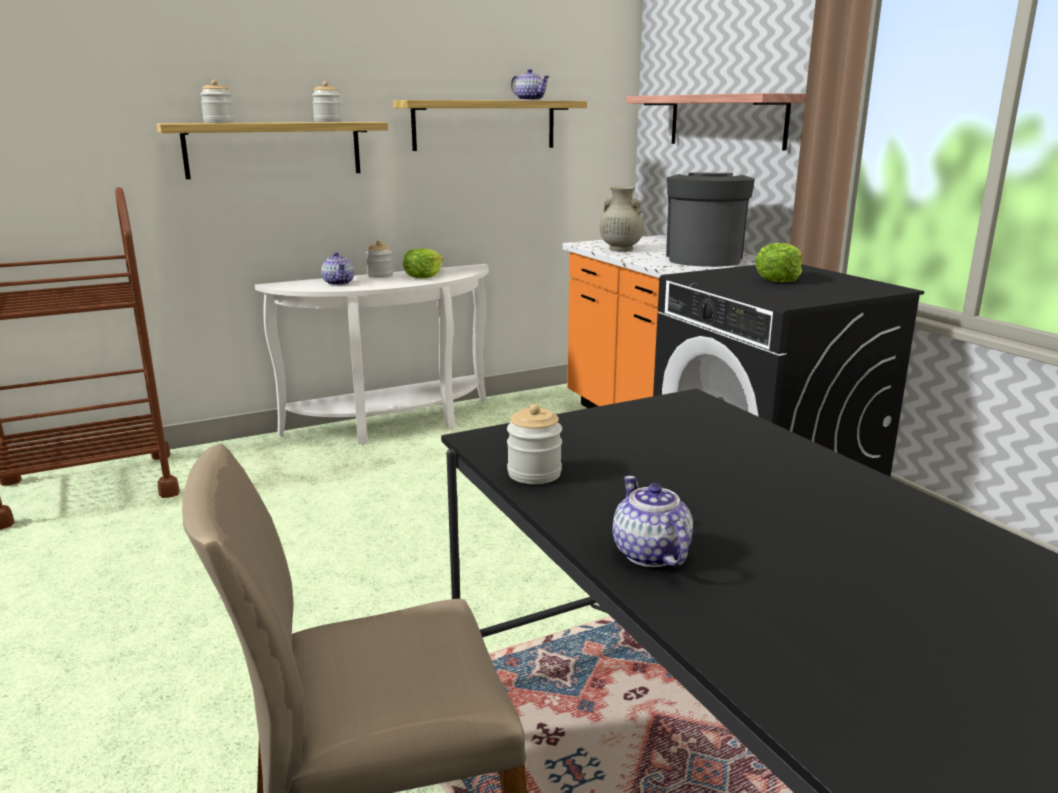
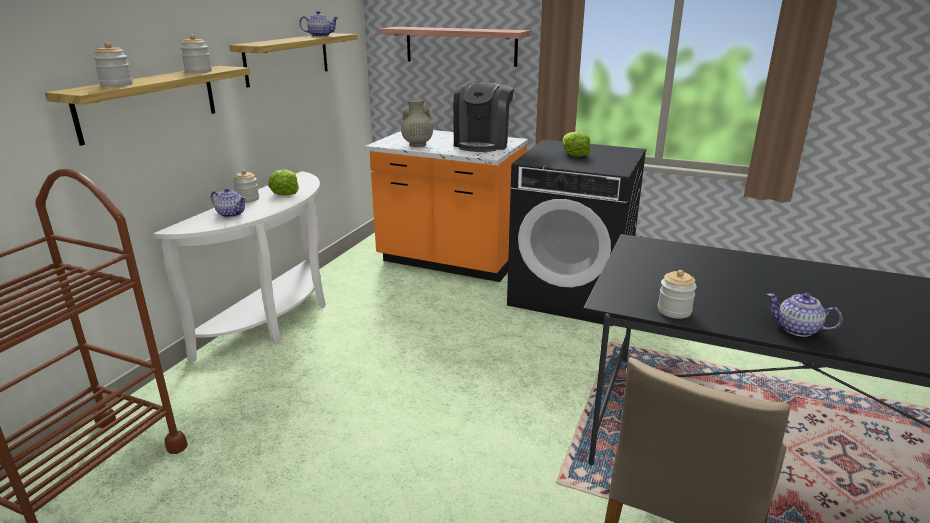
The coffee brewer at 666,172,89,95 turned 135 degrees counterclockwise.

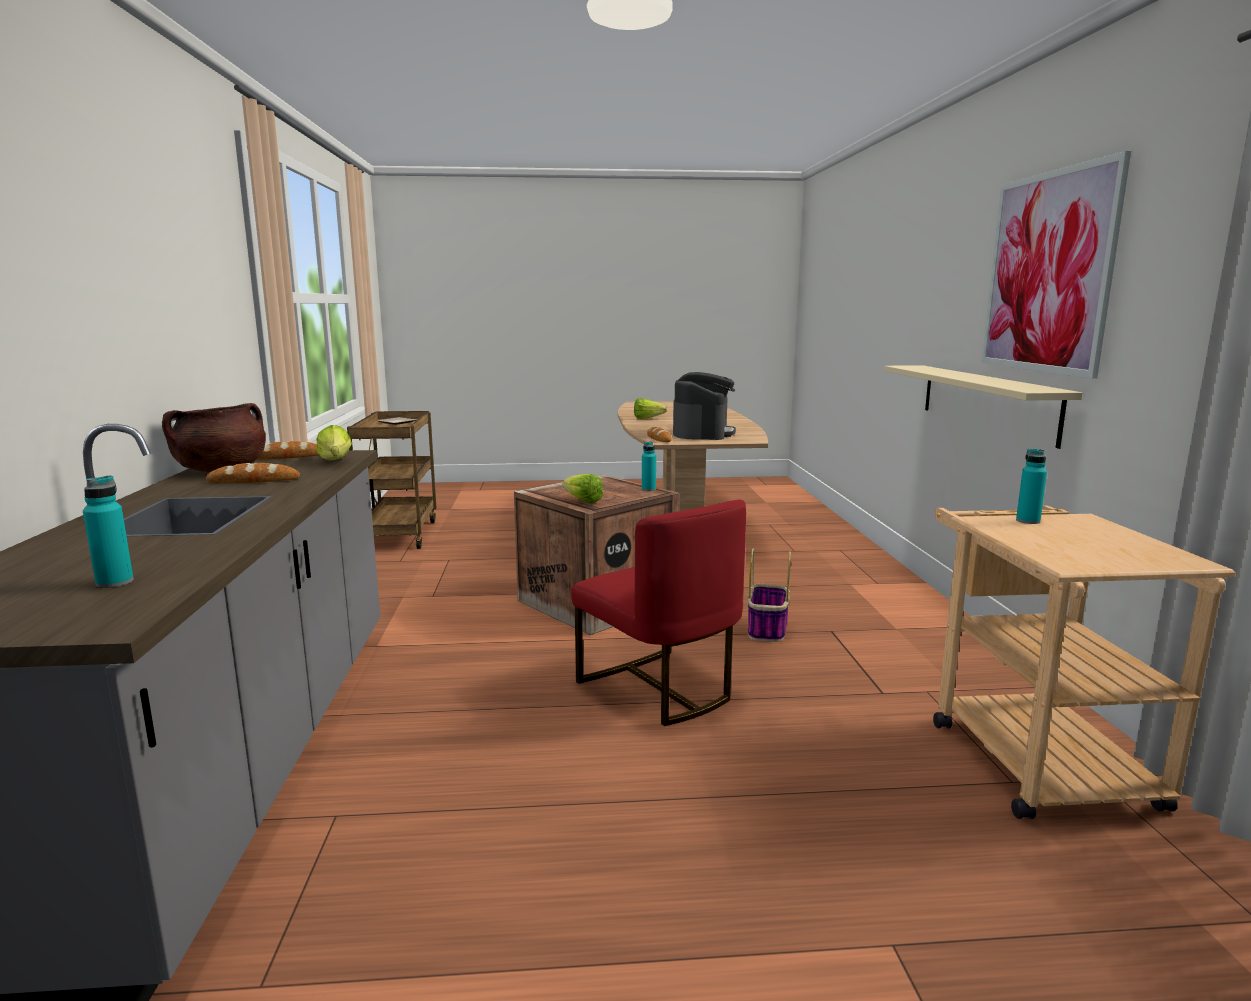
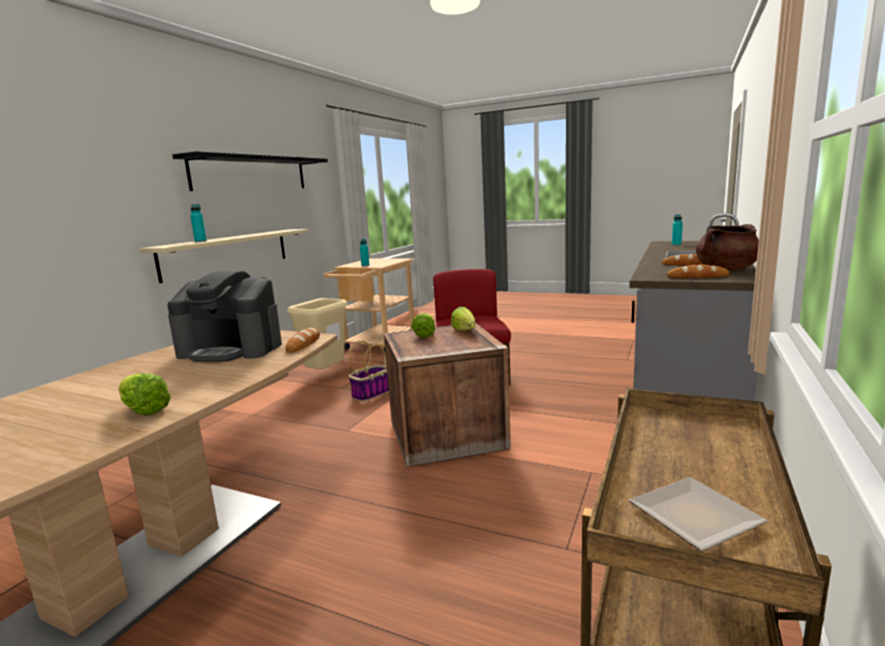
The wall art at 981,151,150,228 was replaced by the shelf in black-coloured at 172,151,156,40.
The coffee brewer at 673,372,63,68 turned 120 degrees counterclockwise.
The head of lettuce moved from 316,425,36,36 to 412,313,23,25.
The drink bottle in turquoise-coloured moved from 642,441,14,50 to 190,204,17,38.
The waste bin in beige-coloured at 287,298,60,71 appeared.

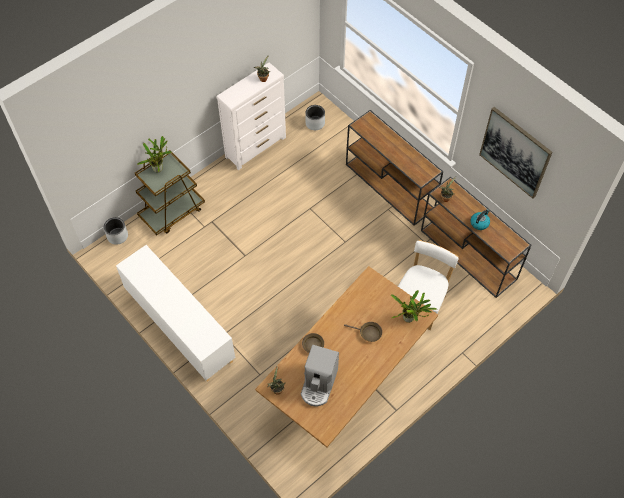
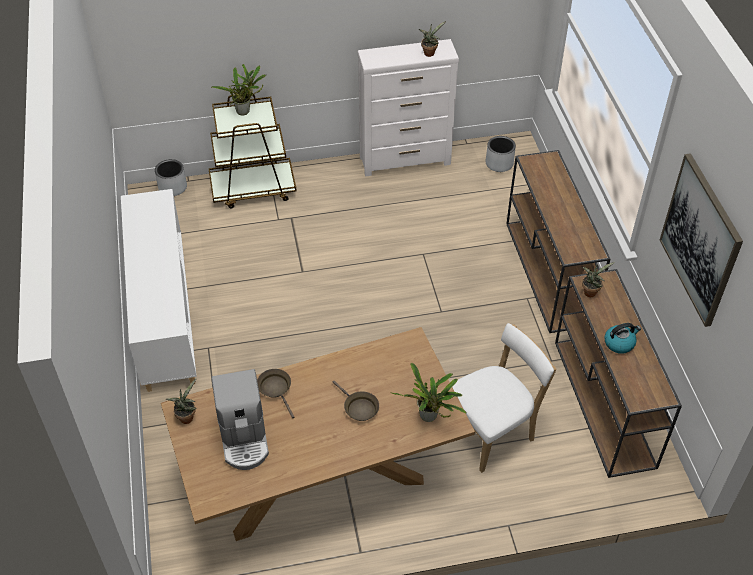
The coffee brewer at 301,345,38,61 turned 60 degrees counterclockwise.

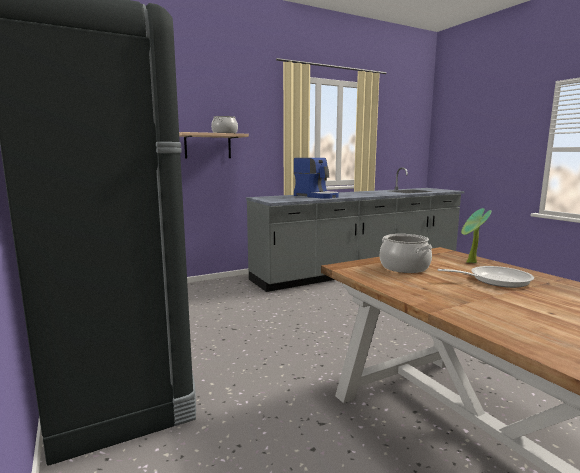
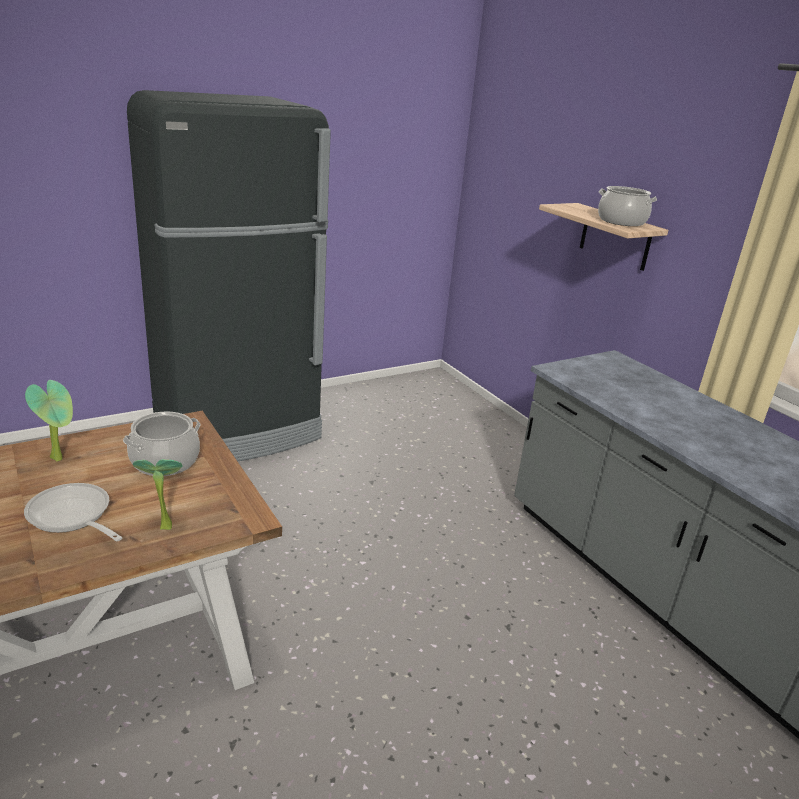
The coffee brewer at 294,158,45,41 disappeared.
The pan at 437,266,97,22 turned 135 degrees clockwise.
The houseplant at 25,380,48,82 appeared.

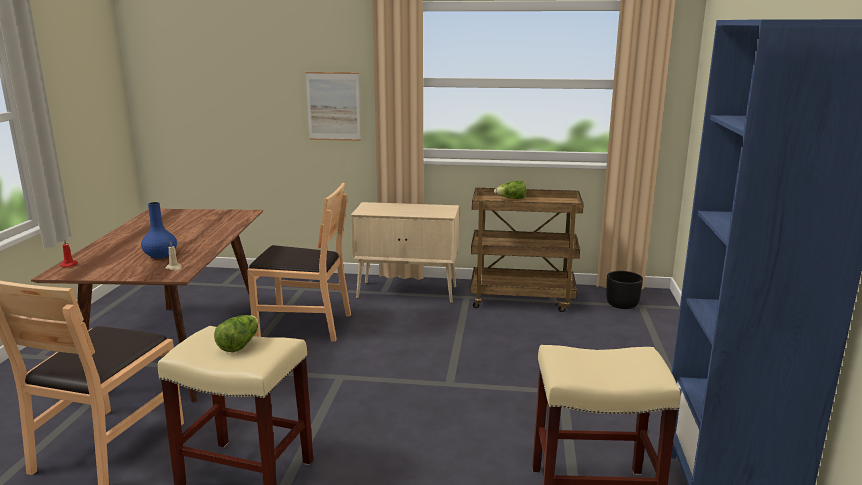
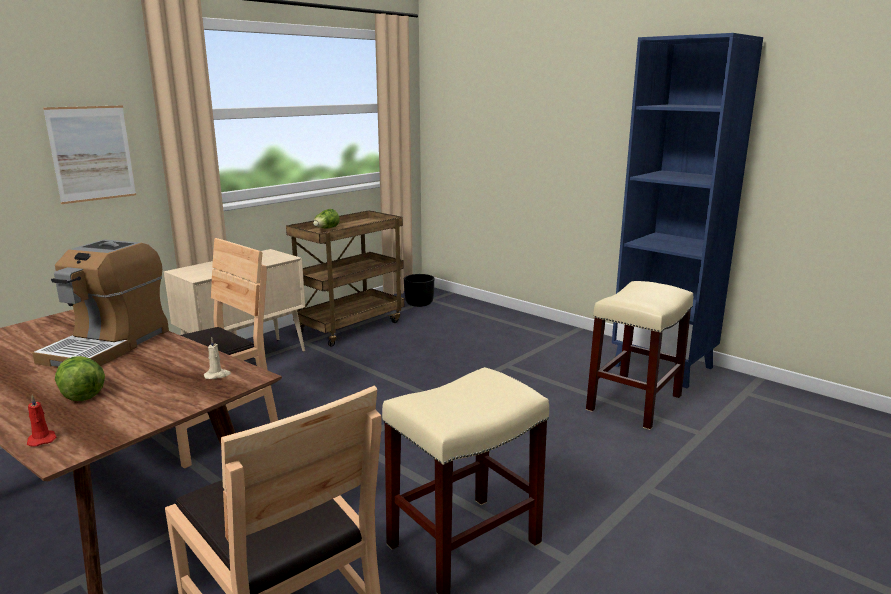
The vase in blue-coloured at 141,202,36,57 disappeared.
The head of lettuce moved from 214,315,44,37 to 55,356,50,45.
The coffee brewer at 32,239,137,128 appeared.

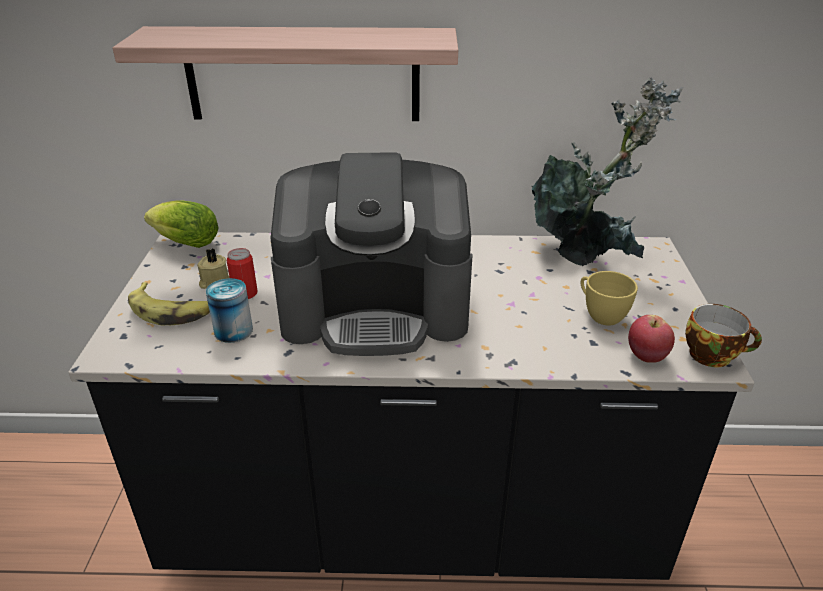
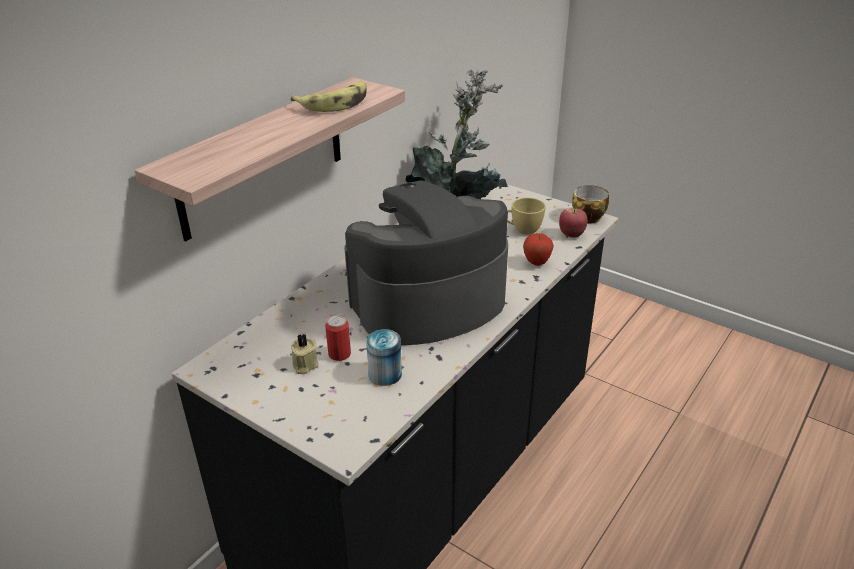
The coffee brewer at 271,152,202,204 turned 150 degrees counterclockwise.
The head of lettuce at 144,200,74,48 disappeared.
The banana fruit moved from 128,282,82,44 to 291,82,76,30.
The apple at 523,233,31,33 appeared.

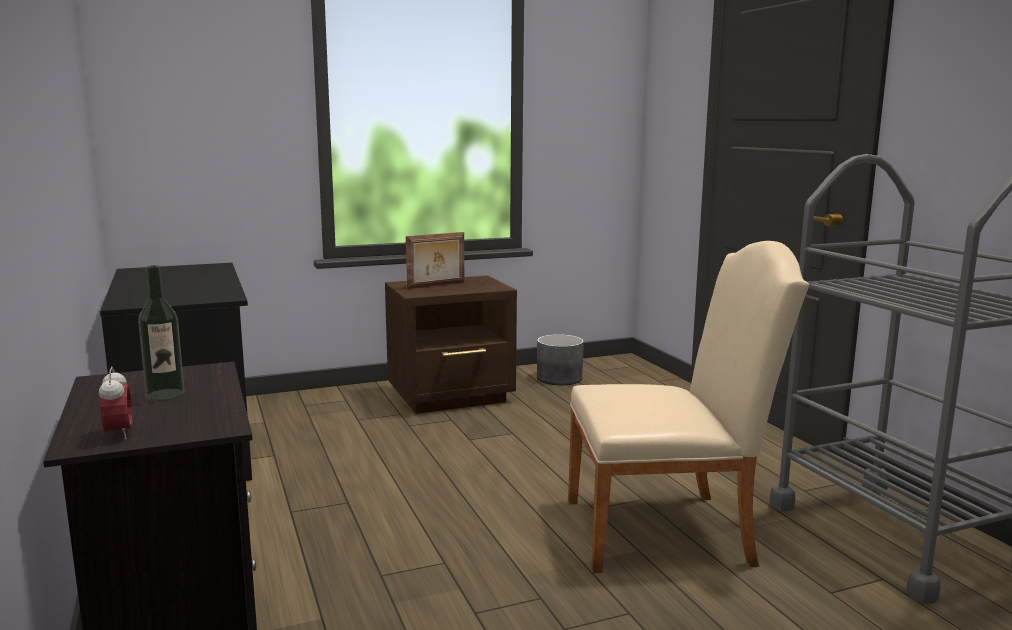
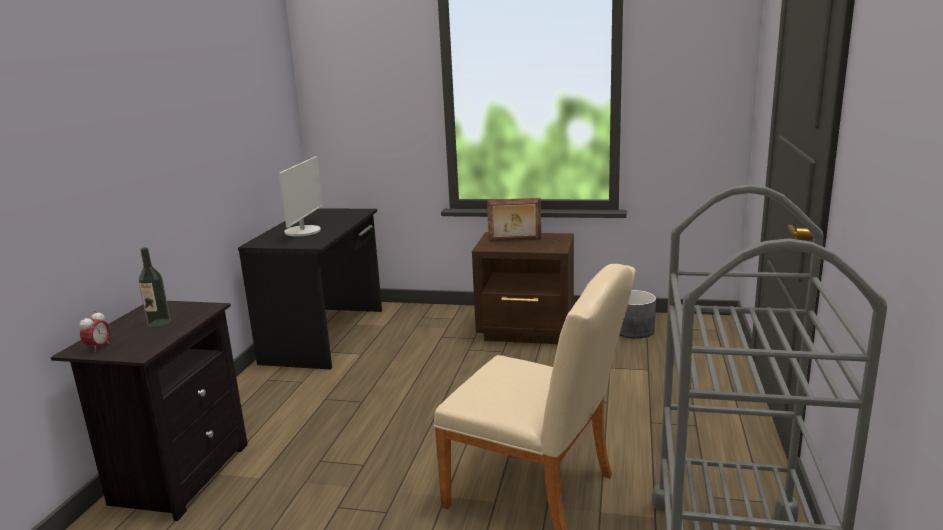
The computer display at 279,156,44,80 appeared.

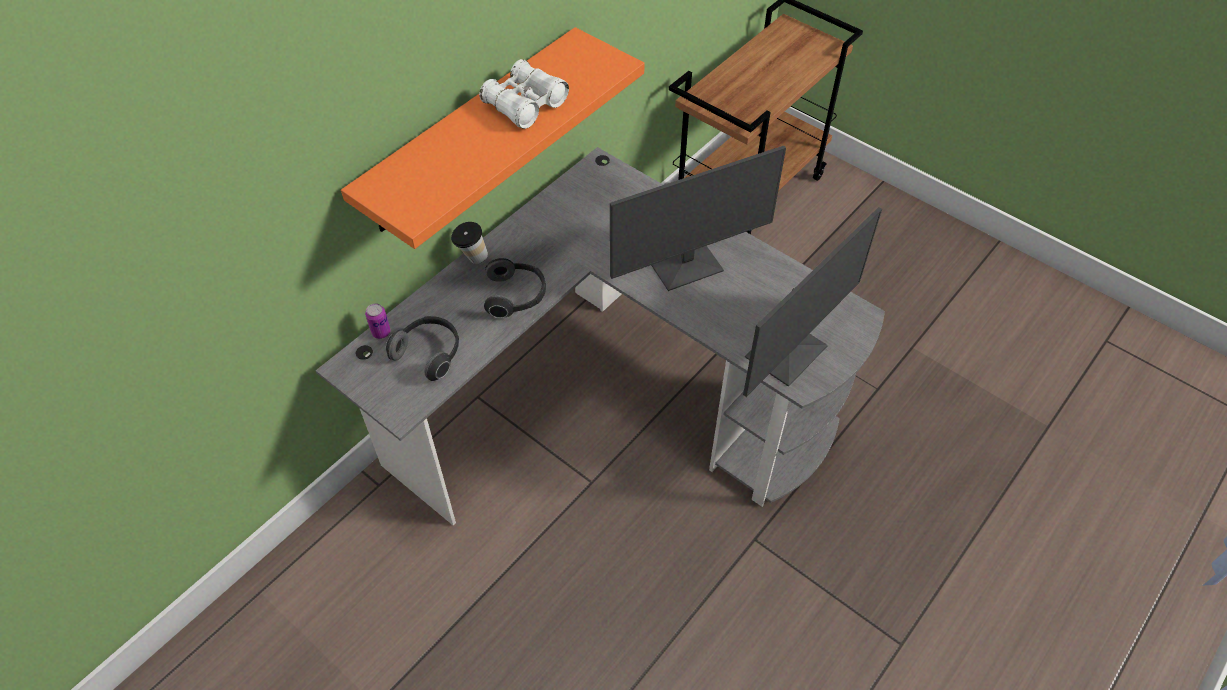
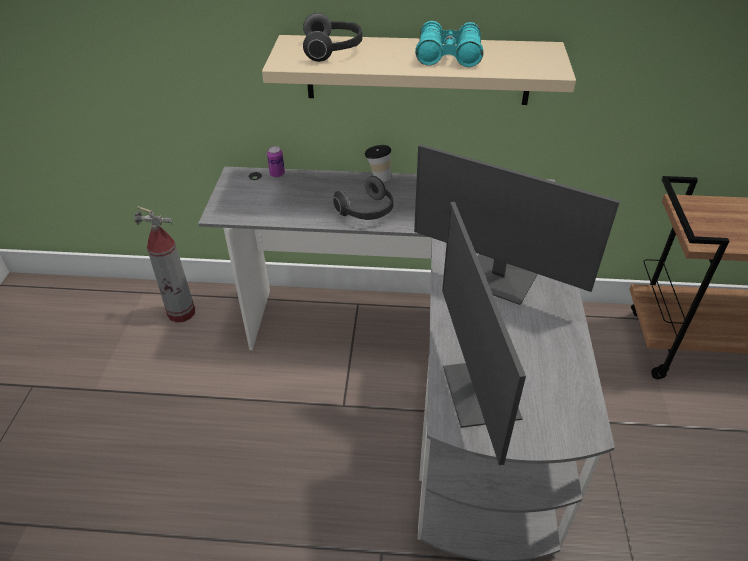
The shelf in orange at 341,27,304,222 became the shelf in beige-coloured at 262,35,314,70.
The pair of binoculars in white at 479,59,90,70 became the pair of binoculars in turquoise-coloured at 415,21,69,46.
The computer display at 743,207,139,190 turned 75 degrees clockwise.
The headphones moved from 386,316,73,65 to 303,13,59,49.
The fire extinguisher at 134,206,61,117 appeared.

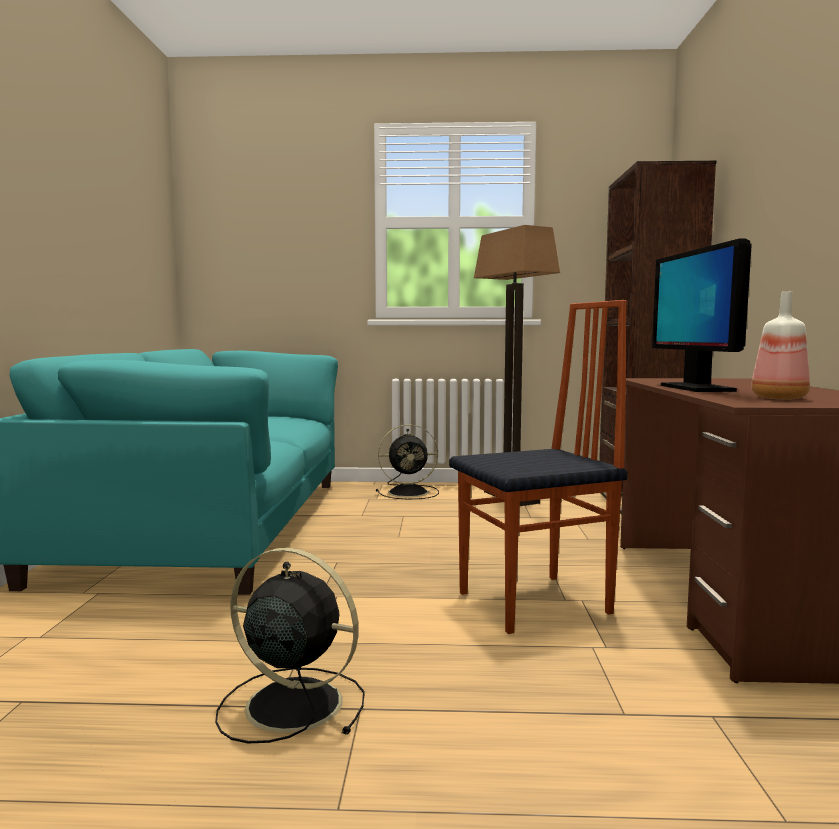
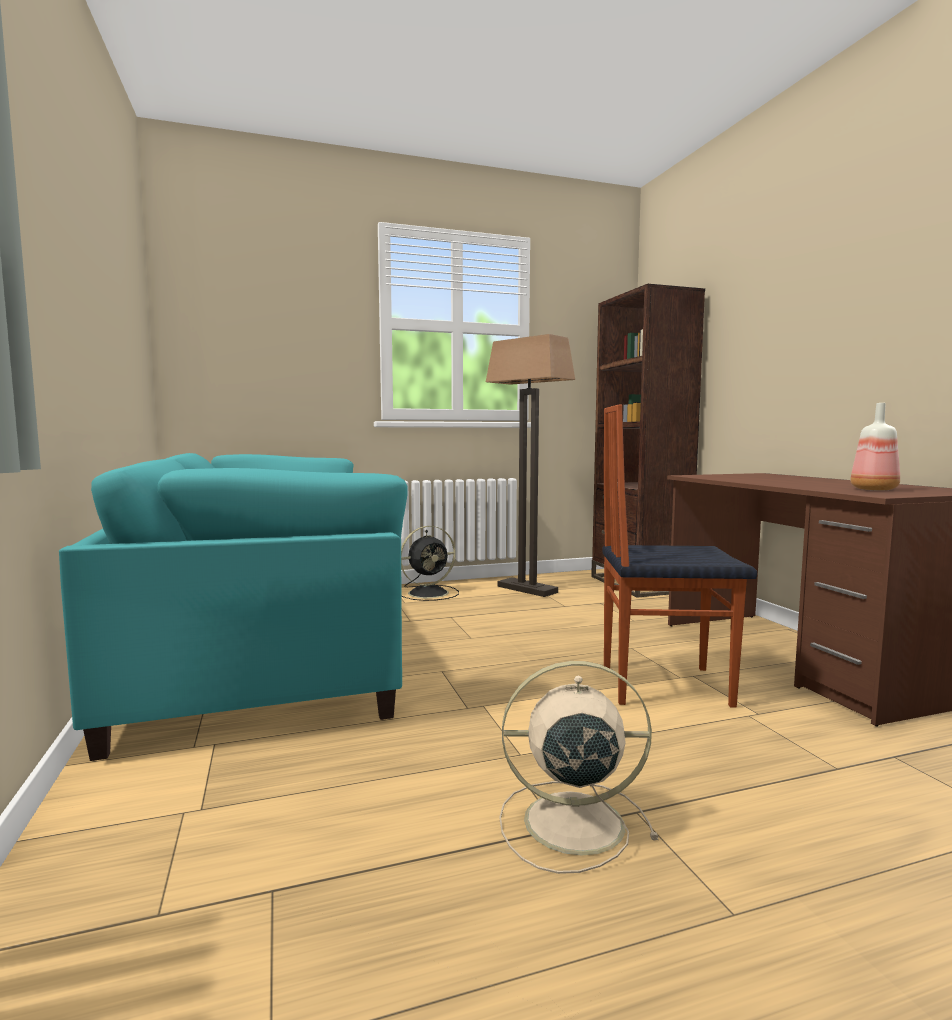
The computer display at 652,238,100,154 disappeared.
The chair at 449,300,179,334 turned 135 degrees counterclockwise.
The fan in black-coloured at 215,547,150,196 became the fan in beige-coloured at 499,661,159,213.

